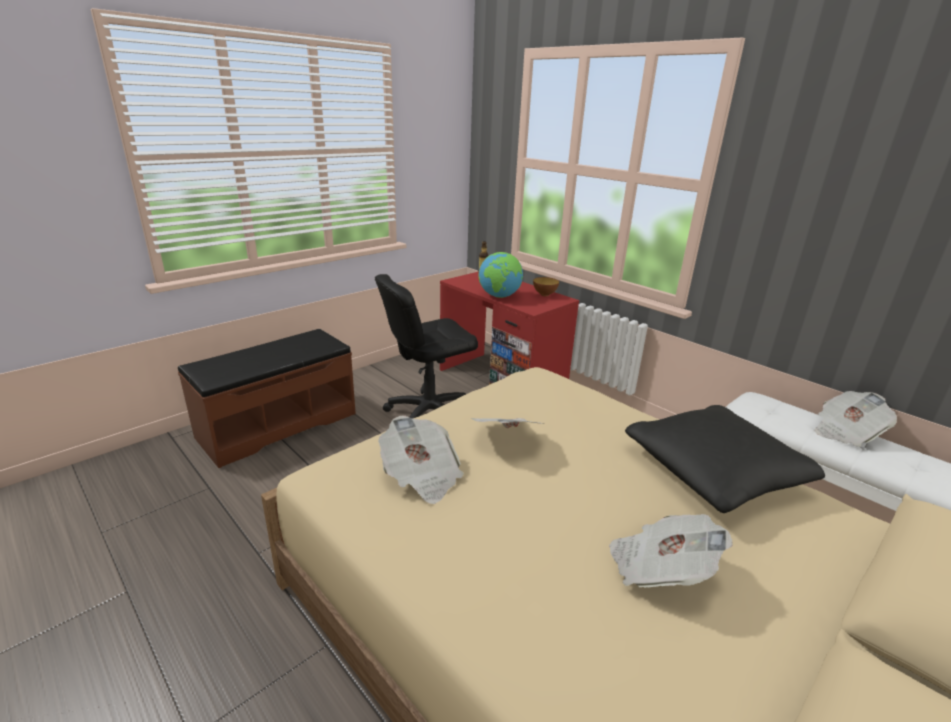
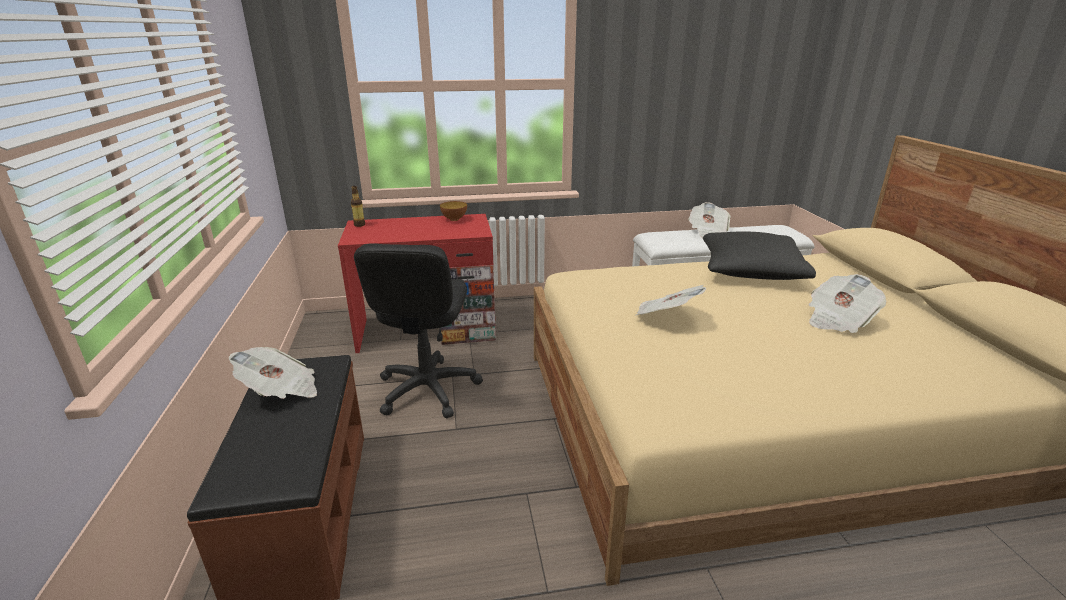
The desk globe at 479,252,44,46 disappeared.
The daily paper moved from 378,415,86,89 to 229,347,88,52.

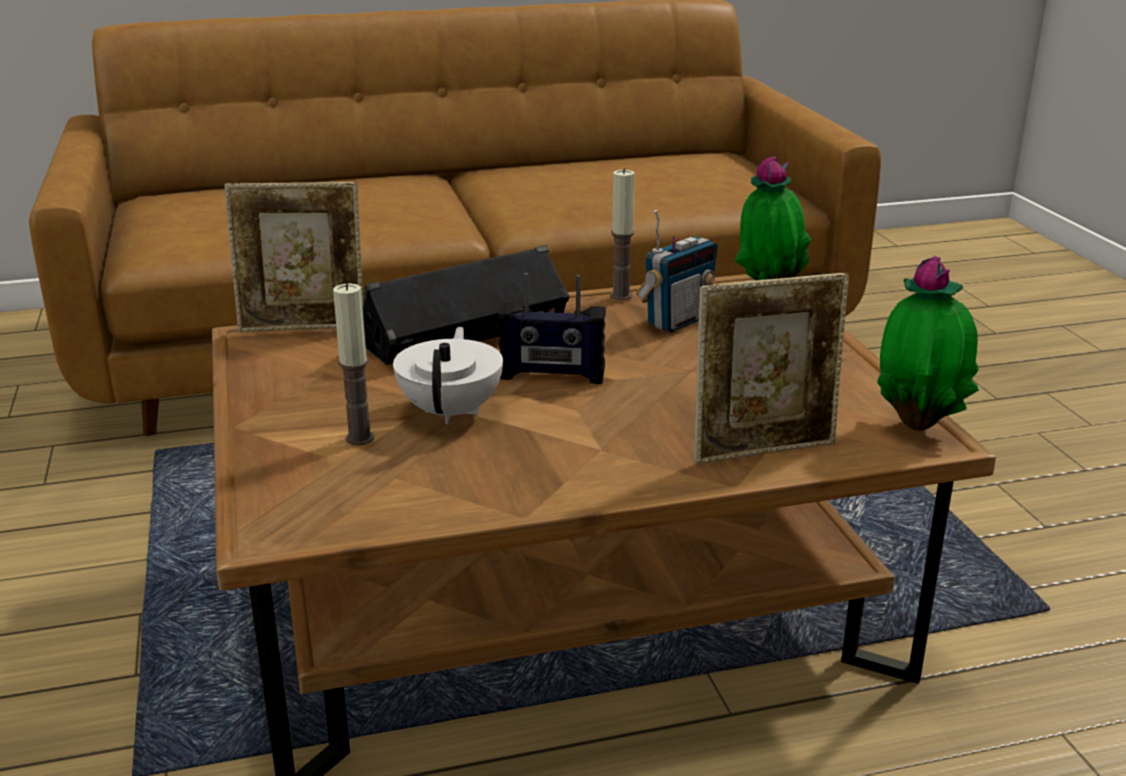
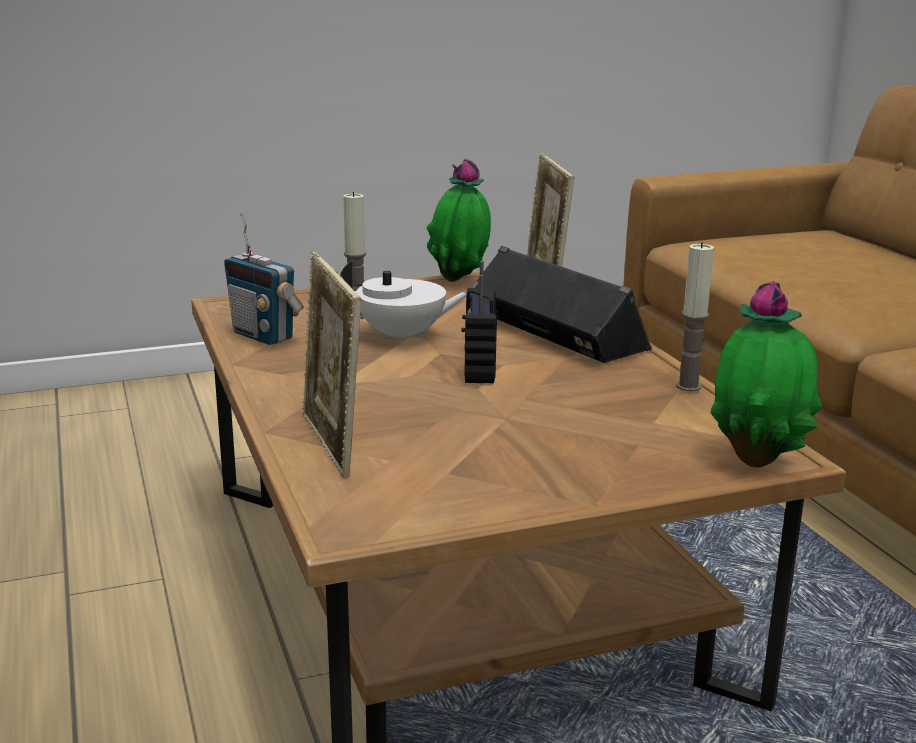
The radio moved from 636,209,82,124 to 224,213,80,132.
The houseplant moved from 877,256,102,175 to 426,159,65,123.

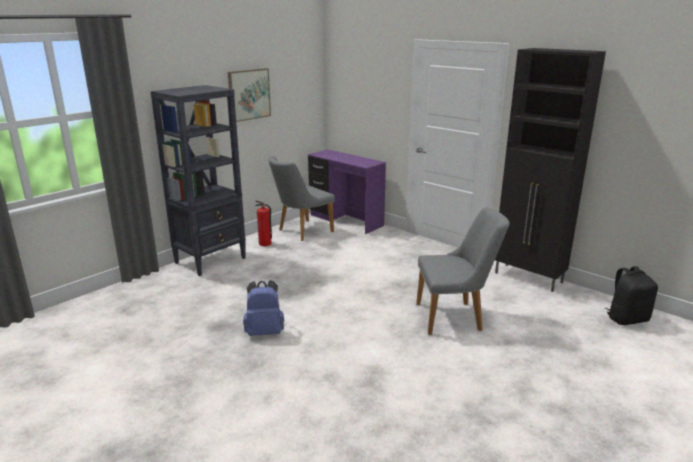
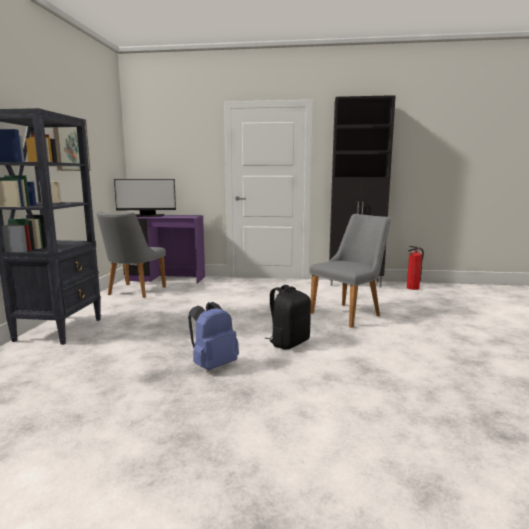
The fire extinguisher moved from 255,200,17,46 to 407,246,17,44.
The rucksack in black-coloured moved from 605,266,53,59 to 265,285,46,65.
The computer display at 114,179,62,38 appeared.

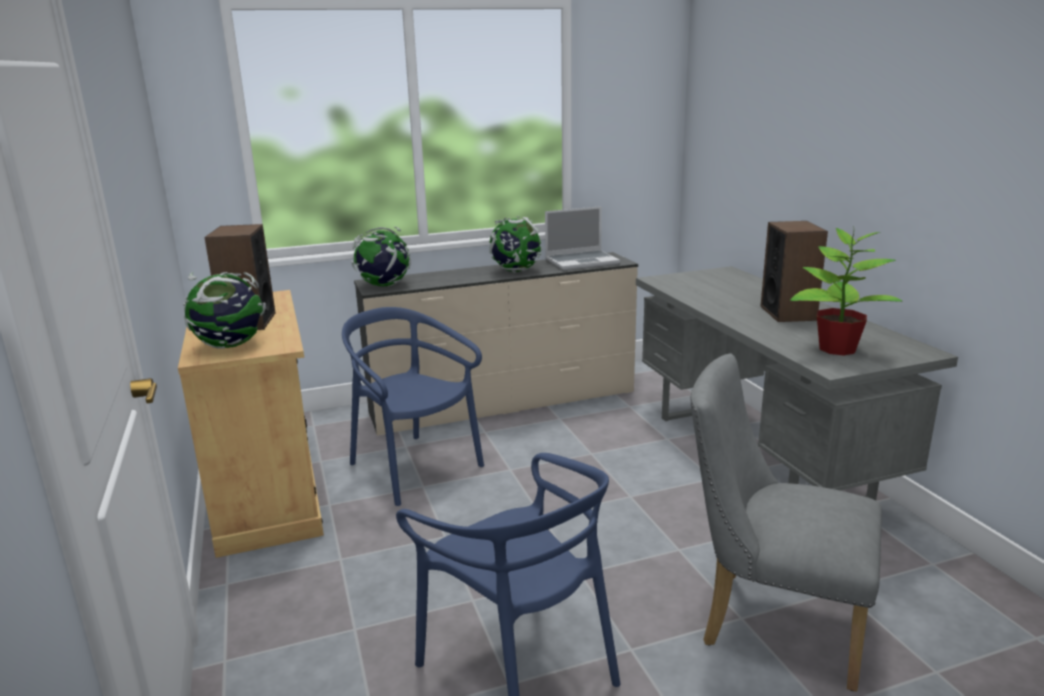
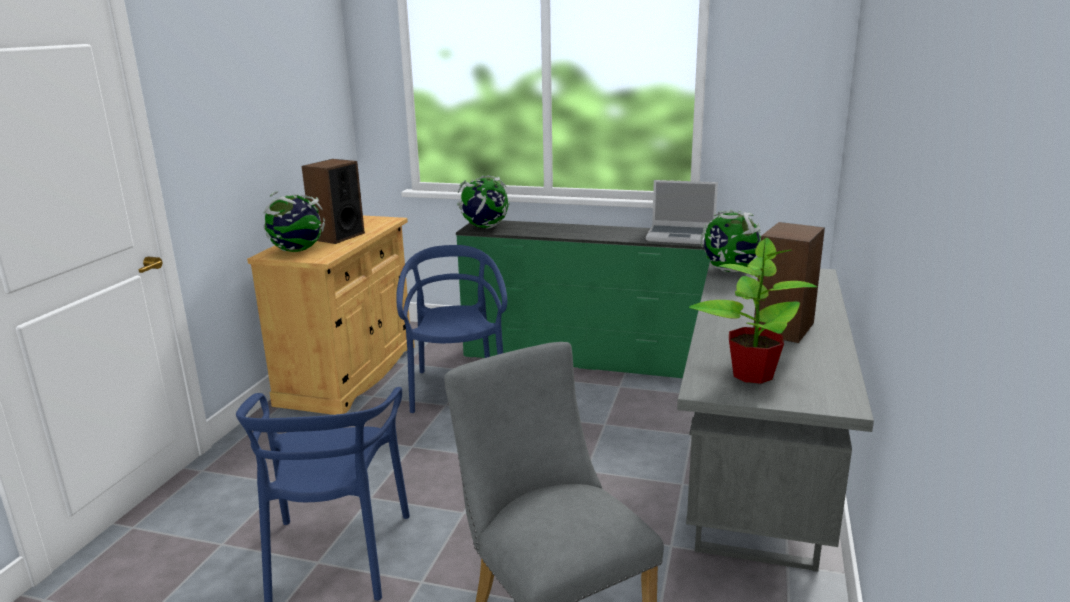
The desk globe moved from 490,216,52,57 to 700,210,61,62.
The chest of drawers in beige-coloured at 354,252,284,184 became the chest of drawers in green at 456,220,255,158.

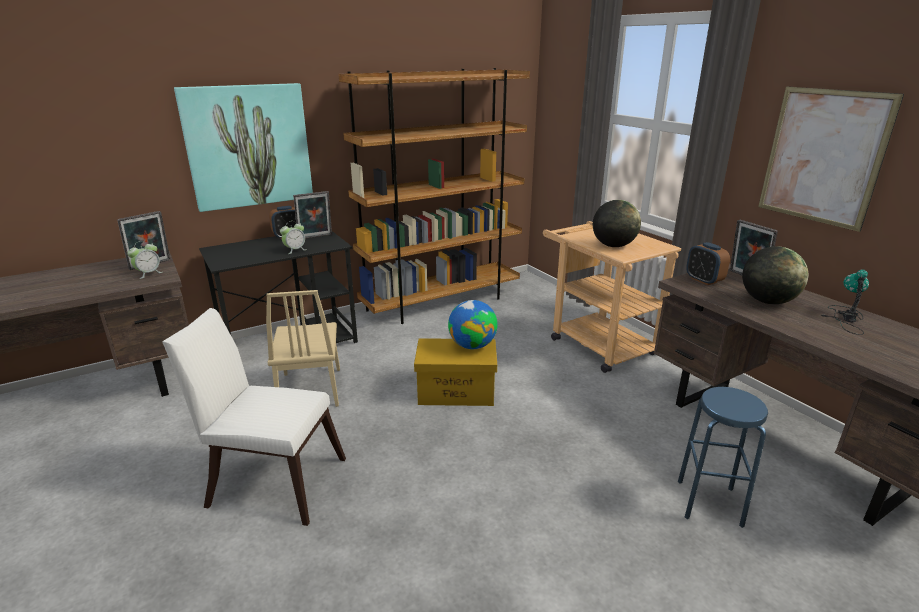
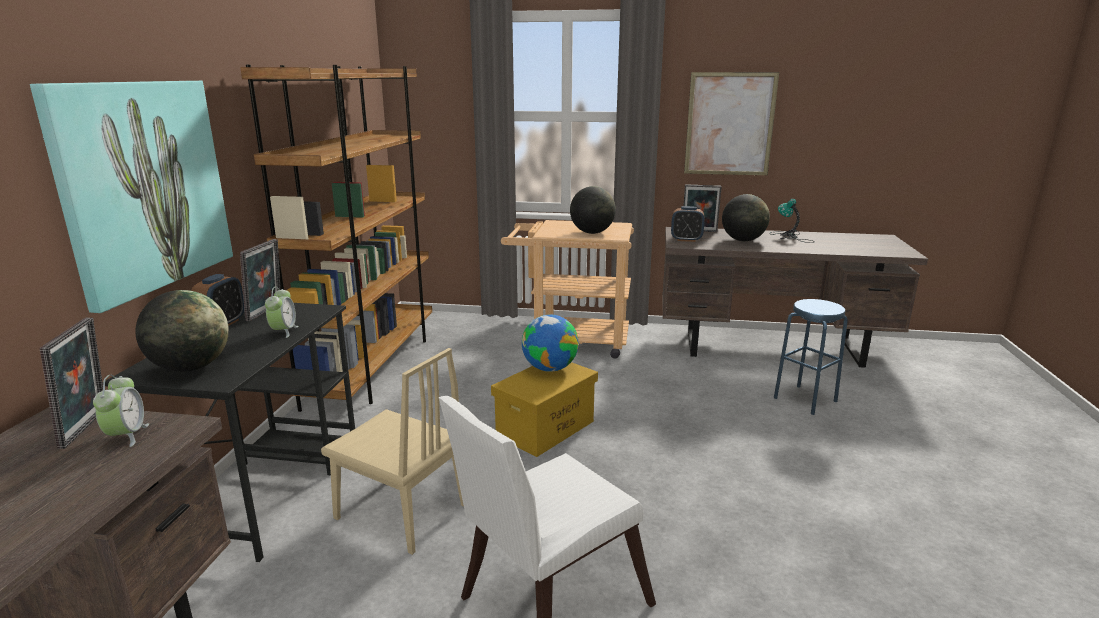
The desk globe at 136,290,93,82 appeared.

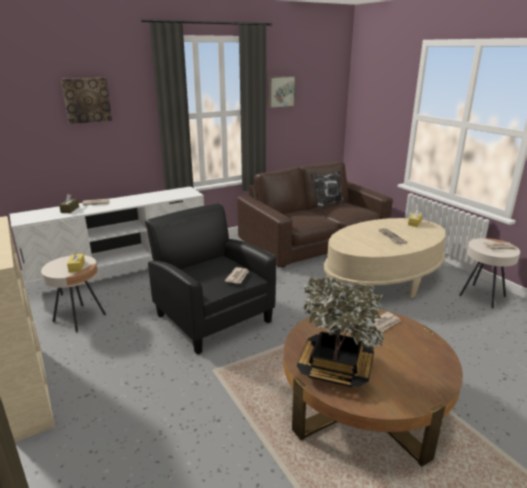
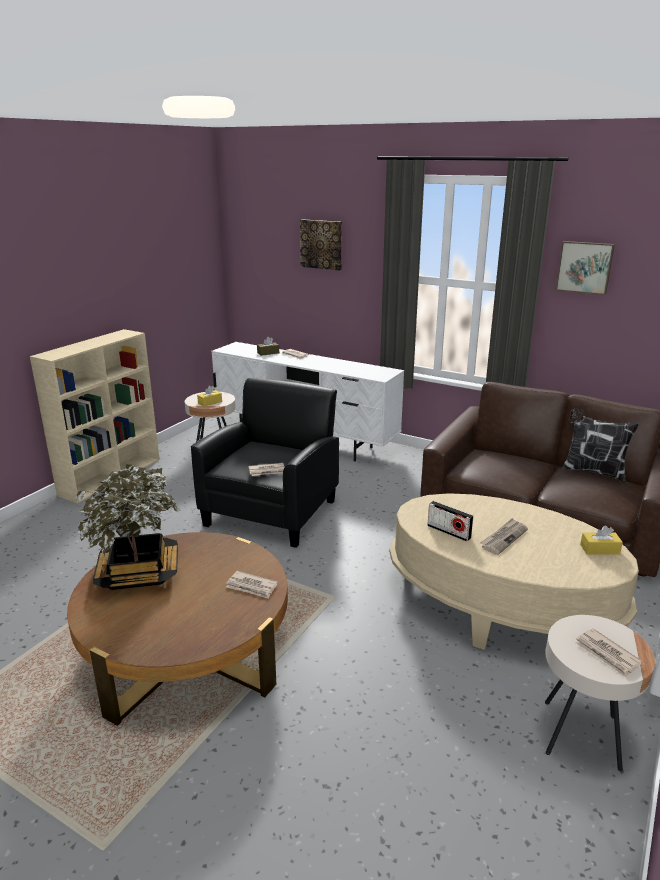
The radio at 427,501,46,40 appeared.

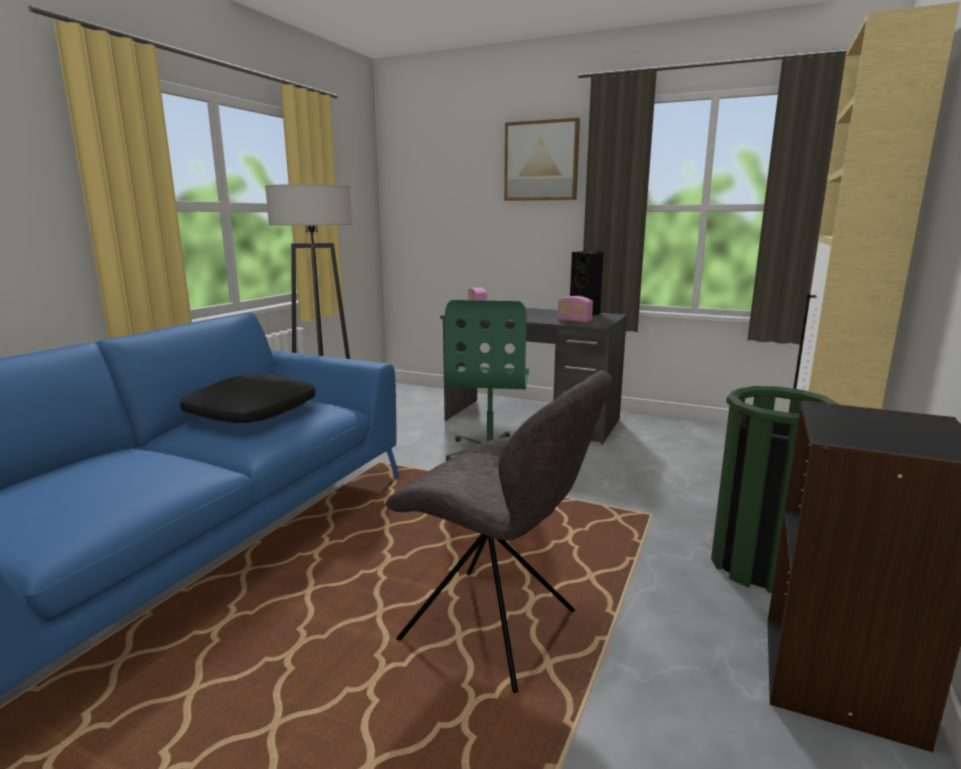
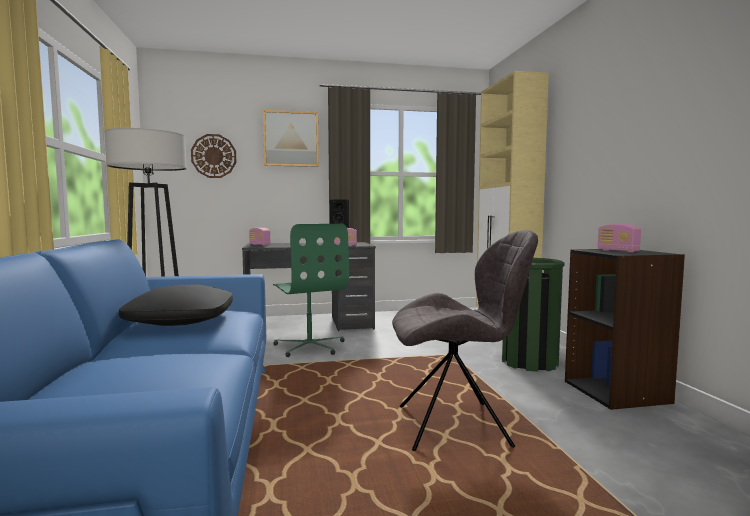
The clock on the wall at 191,134,45,44 appeared.
The radio at 598,224,43,28 appeared.

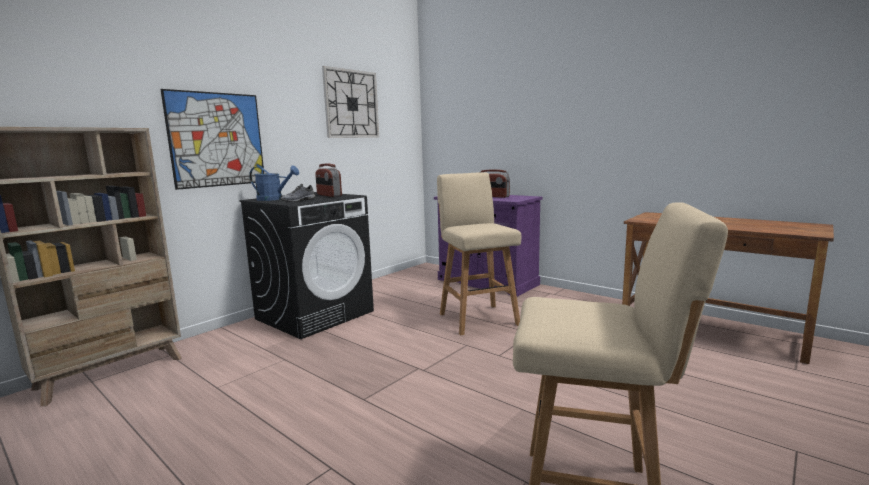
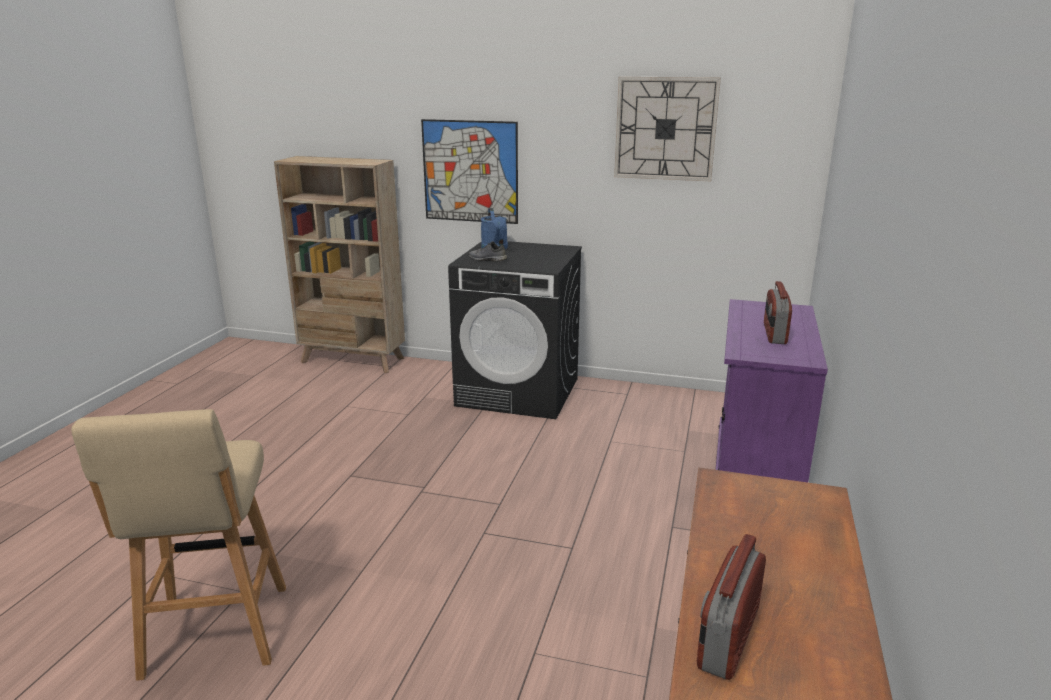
The radio moved from 315,164,27,33 to 697,534,69,146.
The stool in beige-coloured at 437,172,84,163 disappeared.

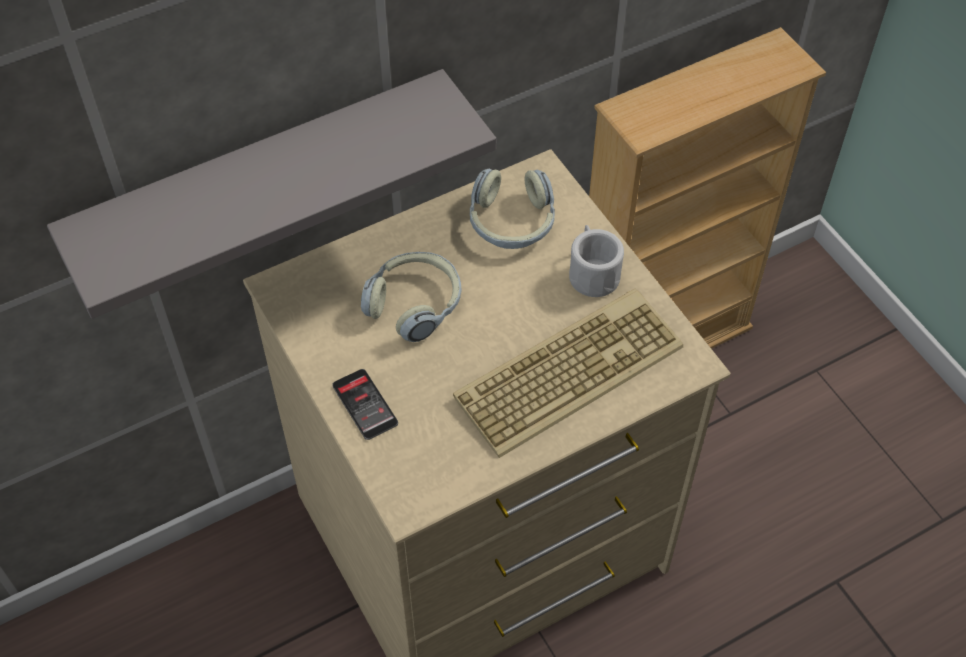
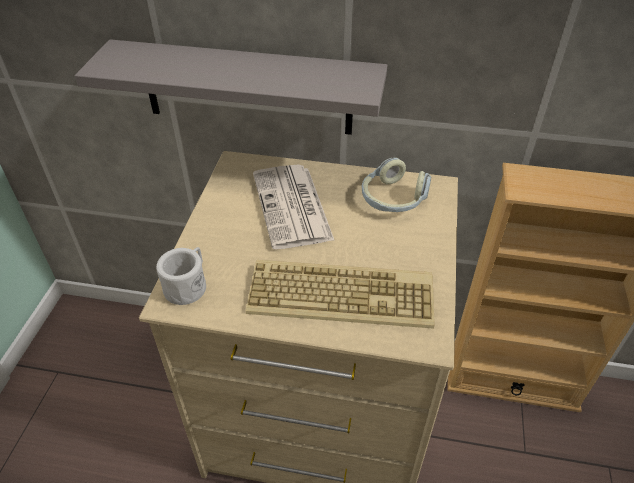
The coffee mug in white moved from 569,225,55,72 to 156,247,50,58.
The headphones at 361,252,101,90 was replaced by the daily paper at 253,165,82,84.
The phone at 332,369,66,71 disappeared.

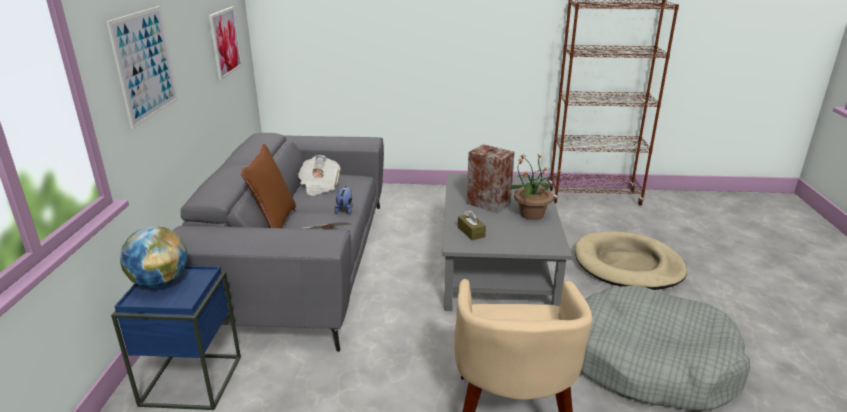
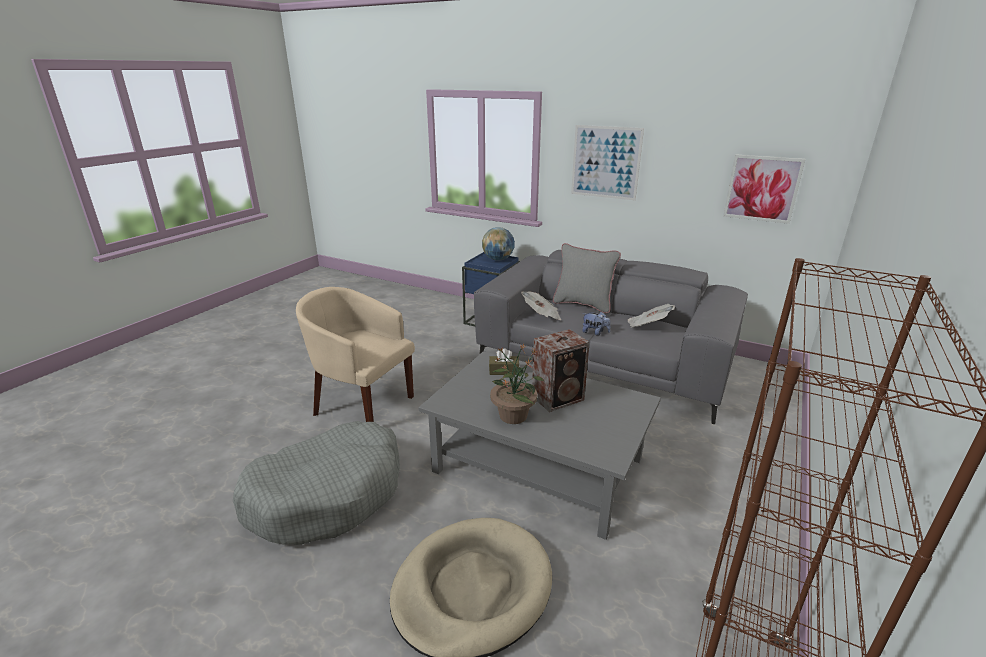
The cushion in brownish at 241,144,55,84 became the cushion in greyish at 553,243,68,70.

